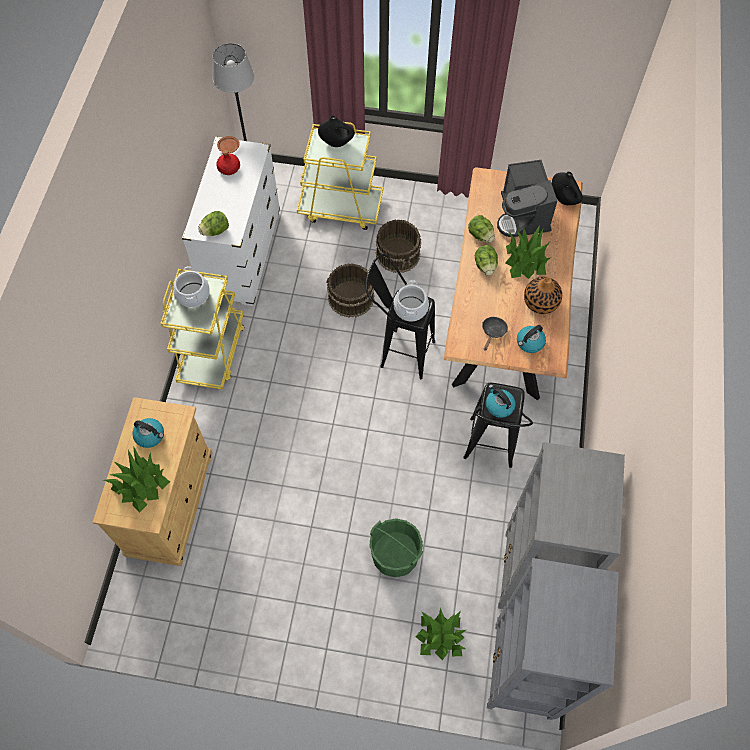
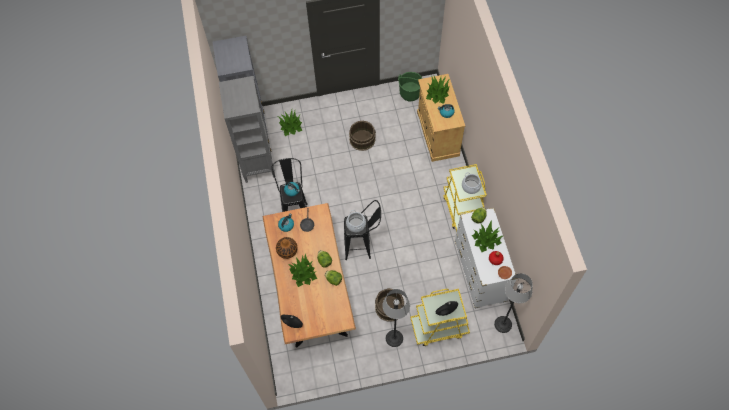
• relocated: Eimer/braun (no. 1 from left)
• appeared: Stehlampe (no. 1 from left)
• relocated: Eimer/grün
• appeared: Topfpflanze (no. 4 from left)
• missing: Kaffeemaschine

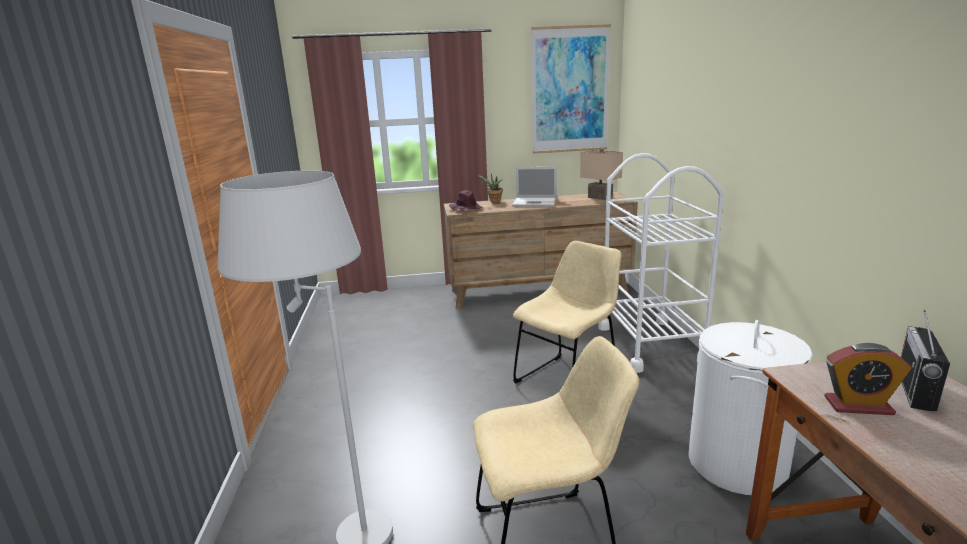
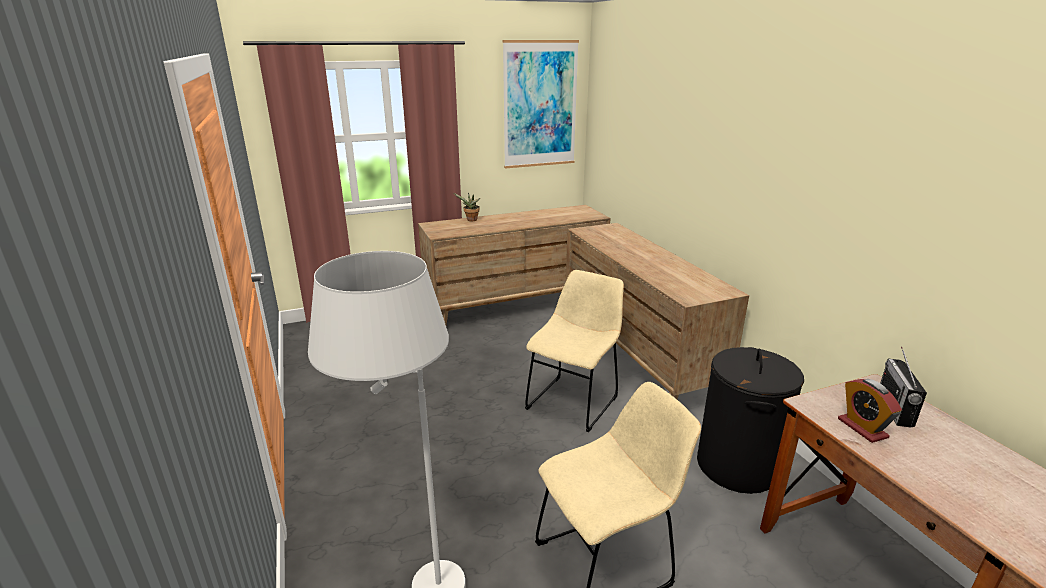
• exchanged: Rollwagen/weiß to Kommode/braun (no. 2 from left)
• colour: Wäschekorb/weiß to Wäschekorb/schwarz
• spun: Wecker 75 degrees clockwise
• missing: Hut/lila
• missing: Laptop
• missing: Tischlampe/beige

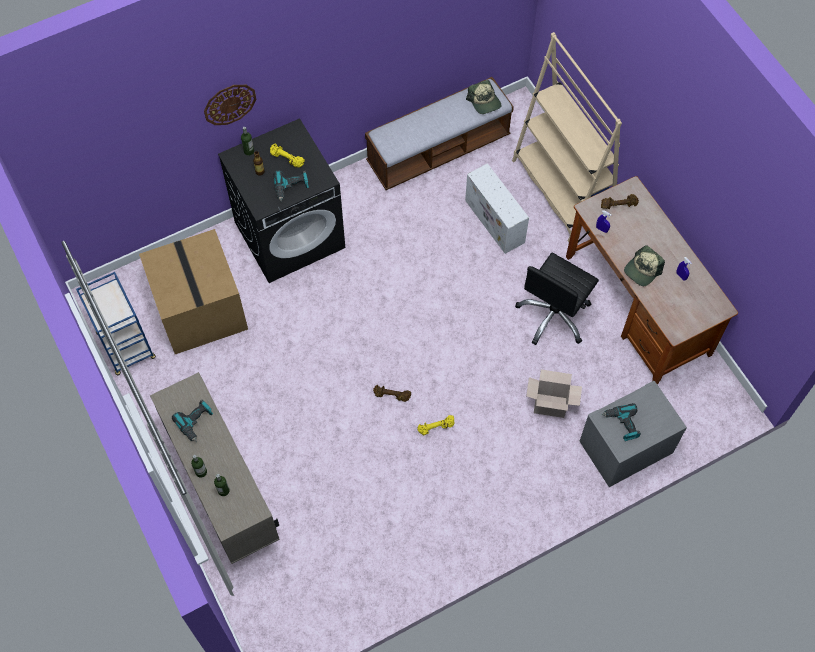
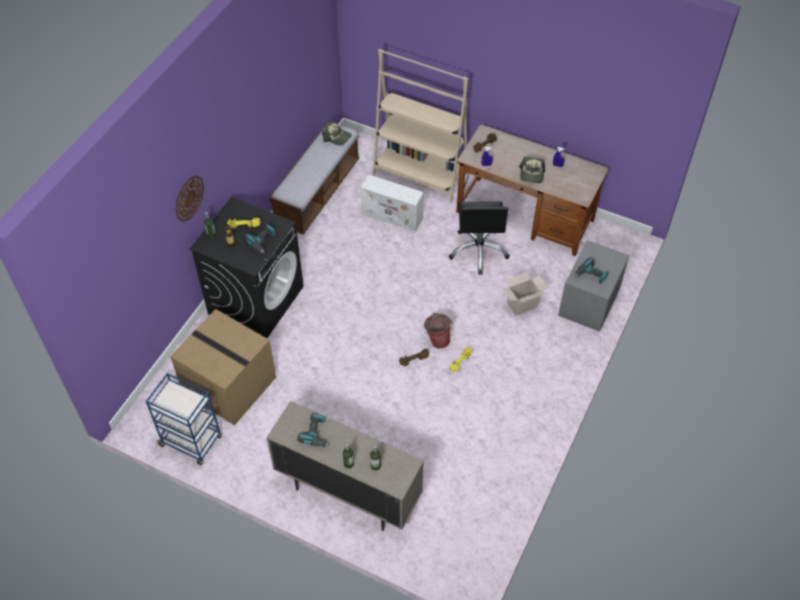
• appeared: Eimer

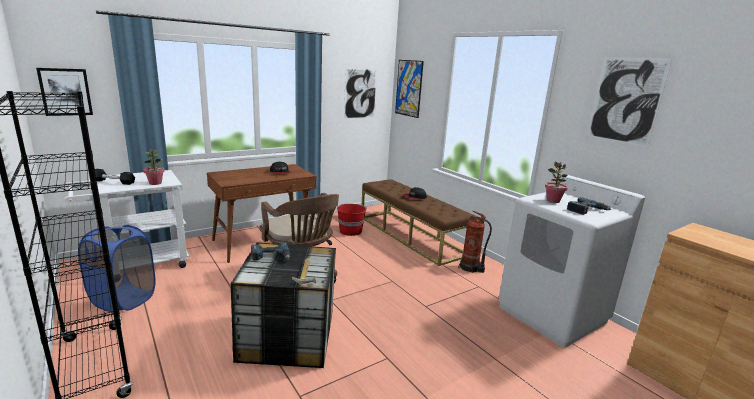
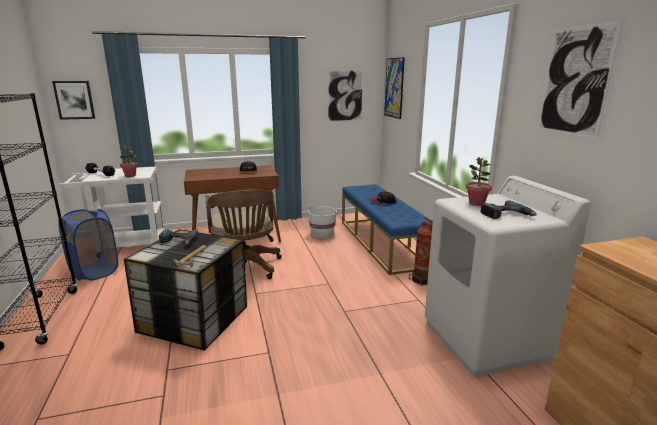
• colour: Eimer/rot to Eimer/weiß
• colour: Bank/braun to Bank/blau

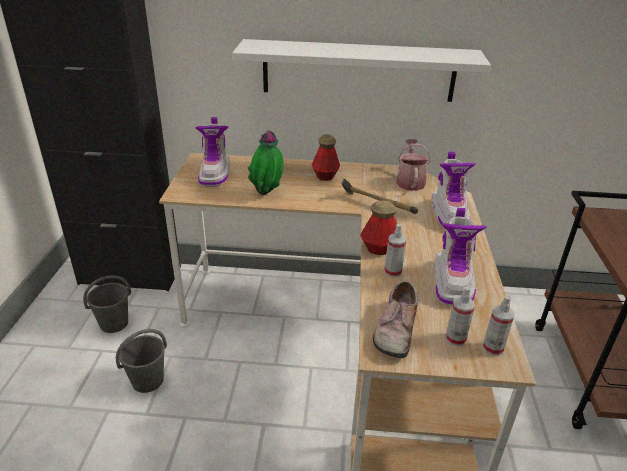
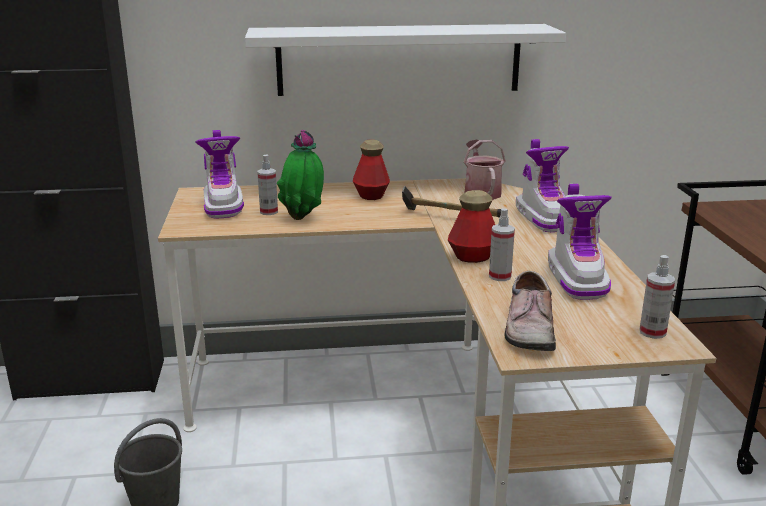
• relocated: Sprühflasche (no. 2 from left in the first image) to Sprühflasche (no. 1 from left)
• missing: Eimer/grau (no. 1 from left)

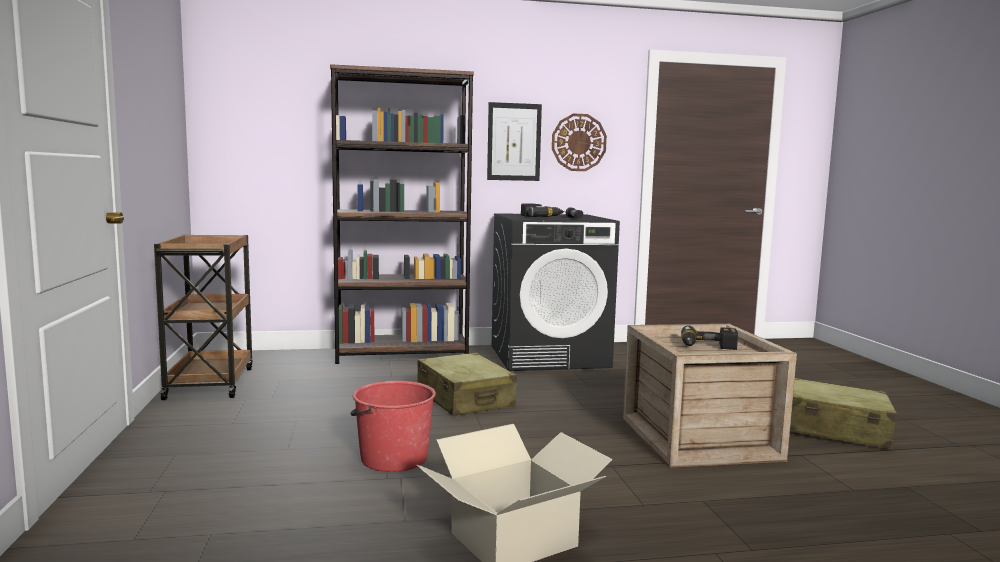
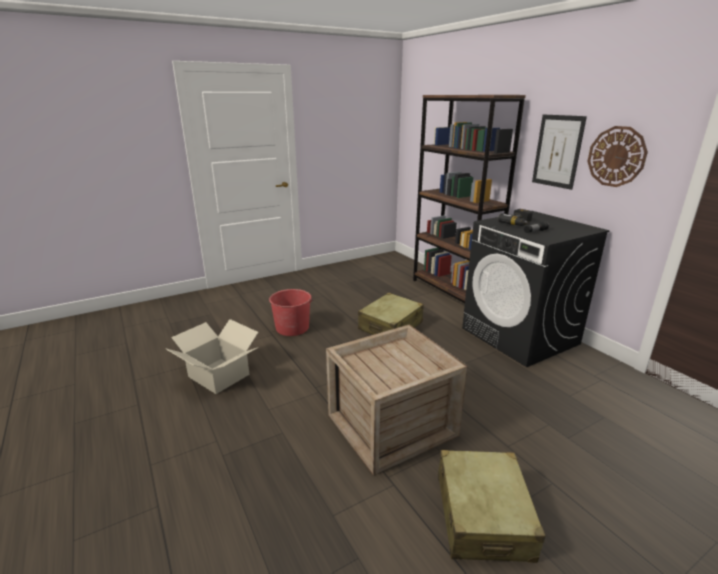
• missing: Rollwagen/braun
• missing: Bohrmaschine (no. 2 from left)

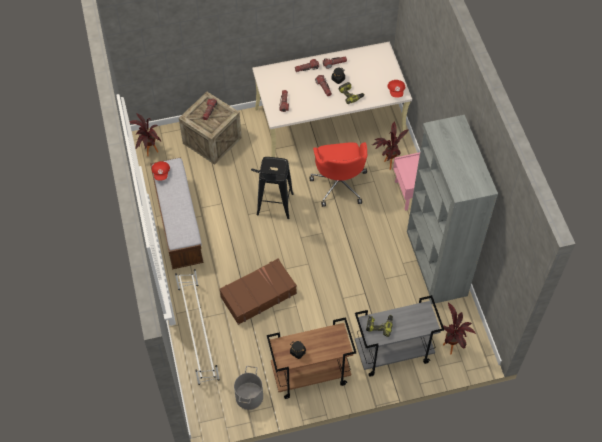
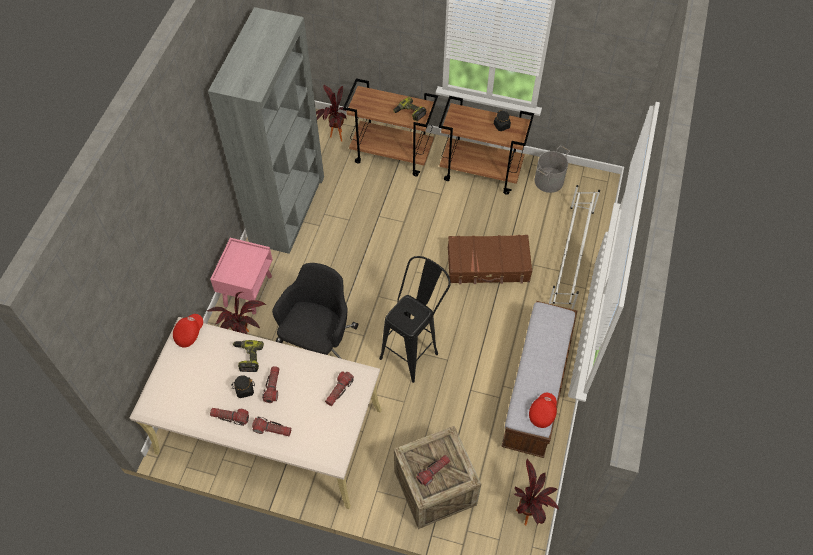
• colour: Bürostuhl/rot to Bürostuhl/schwarz
• colour: Rollwagen/grau to Rollwagen/braun (no. 1 from left)

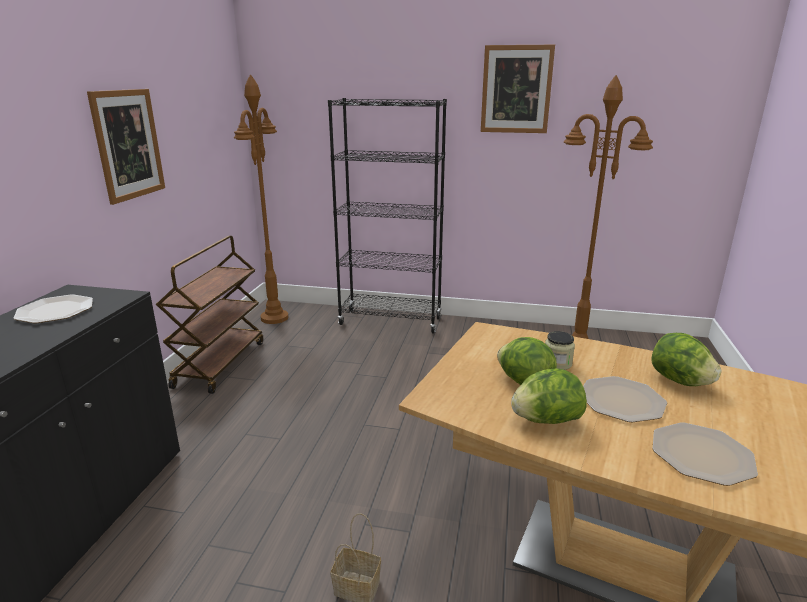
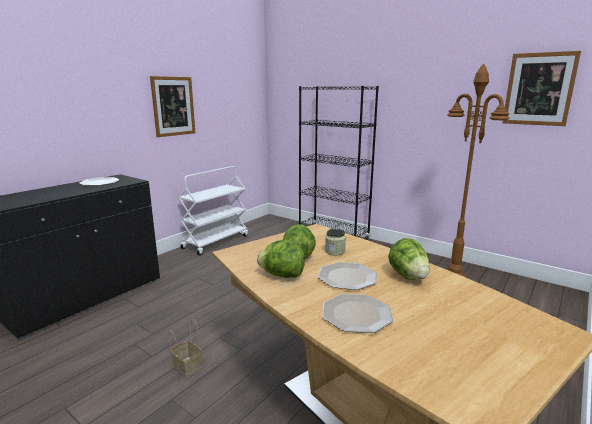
• colour: Rollwagen/braun to Rollwagen/weiß
• relocated: Bild (no. 2 from left)
• missing: Stehlampe/braun (no. 1 from left)

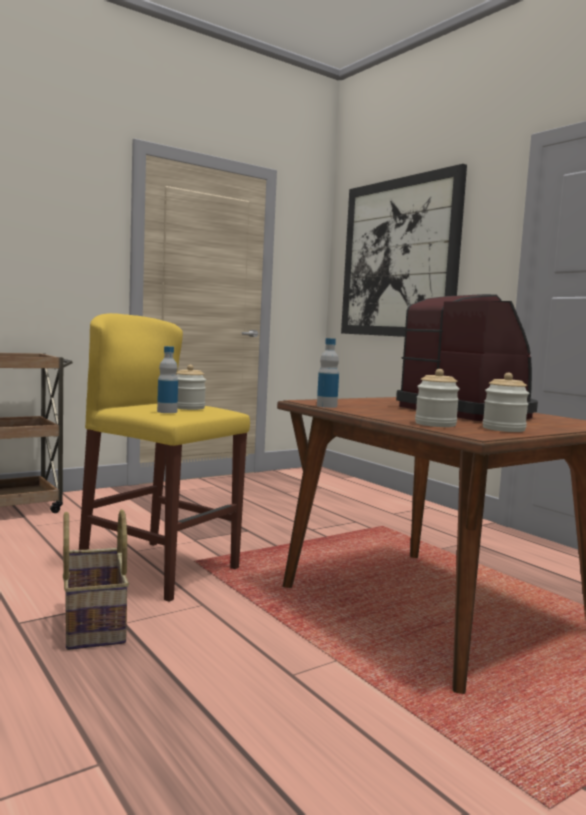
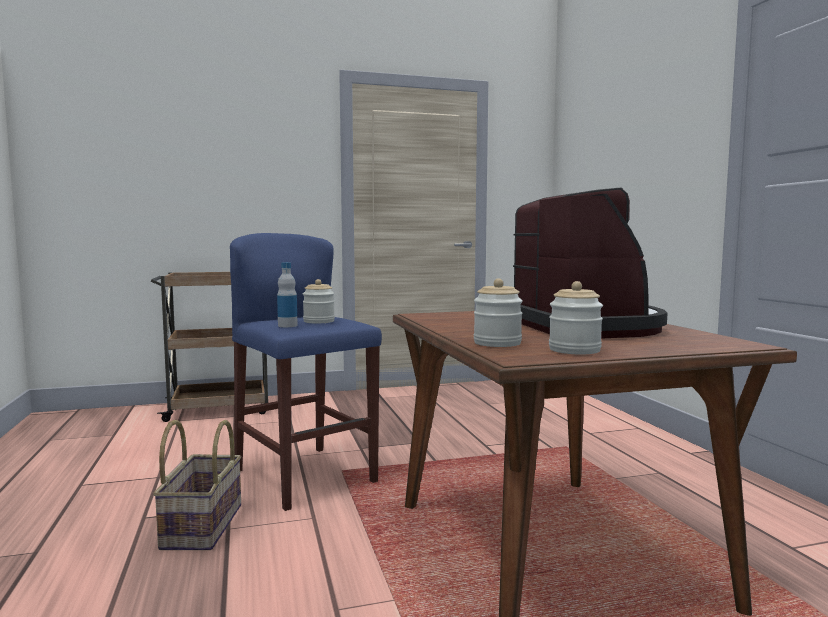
• colour: Hocker/gelb to Hocker/blau
• missing: Flasche (no. 2 from left)
• missing: Bild

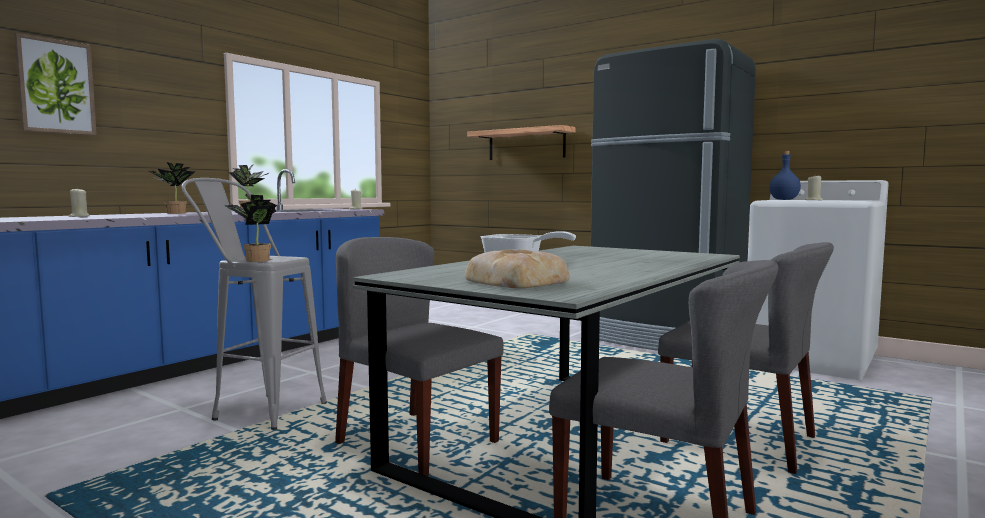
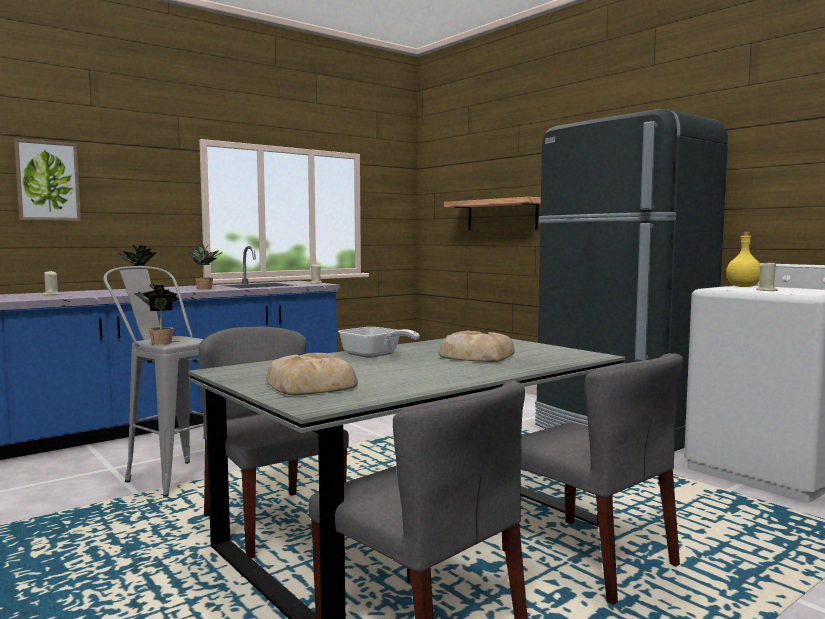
• appeared: Brot (no. 2 from left)
• colour: Flasche/blau to Flasche/gelb

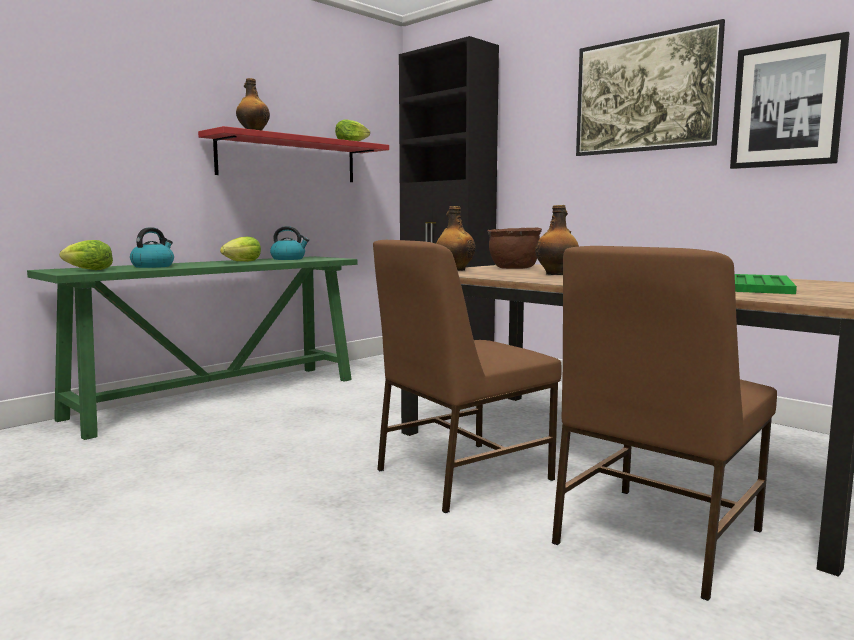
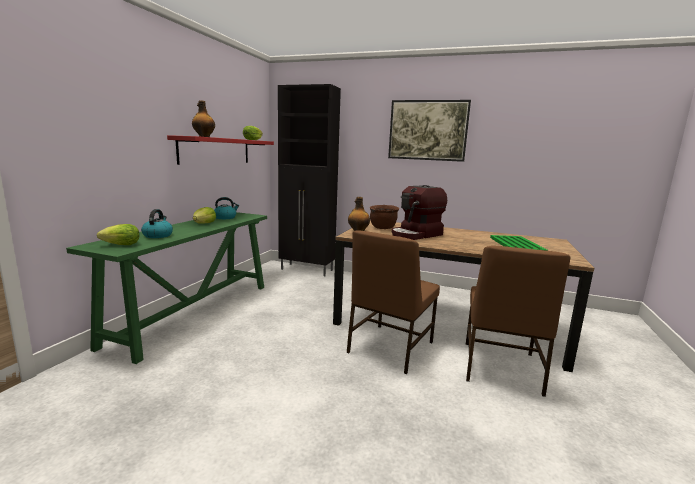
• exchanged: Flasche (no. 3 from left) to Kaffeemaschine
• missing: Bild (no. 2 from left)

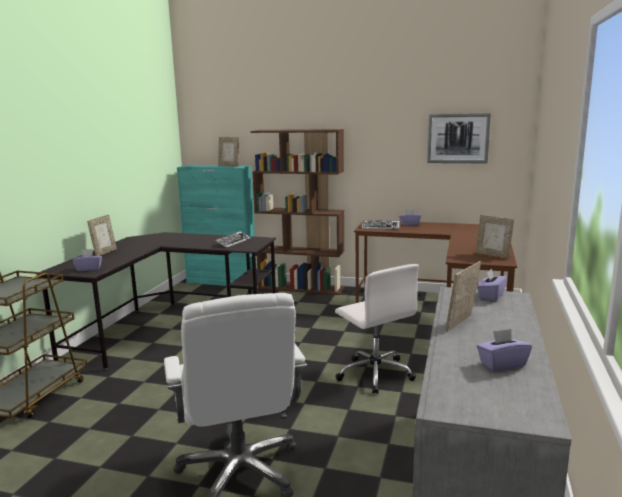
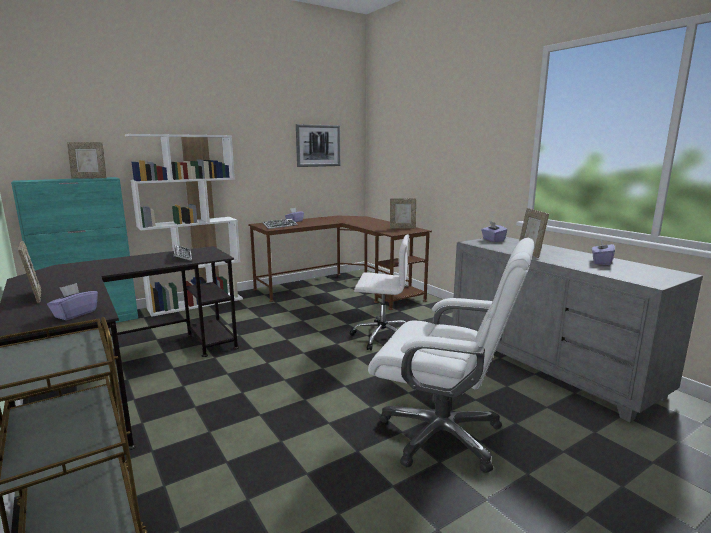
• colour: Bücherregal/braun to Bücherregal/weiß

